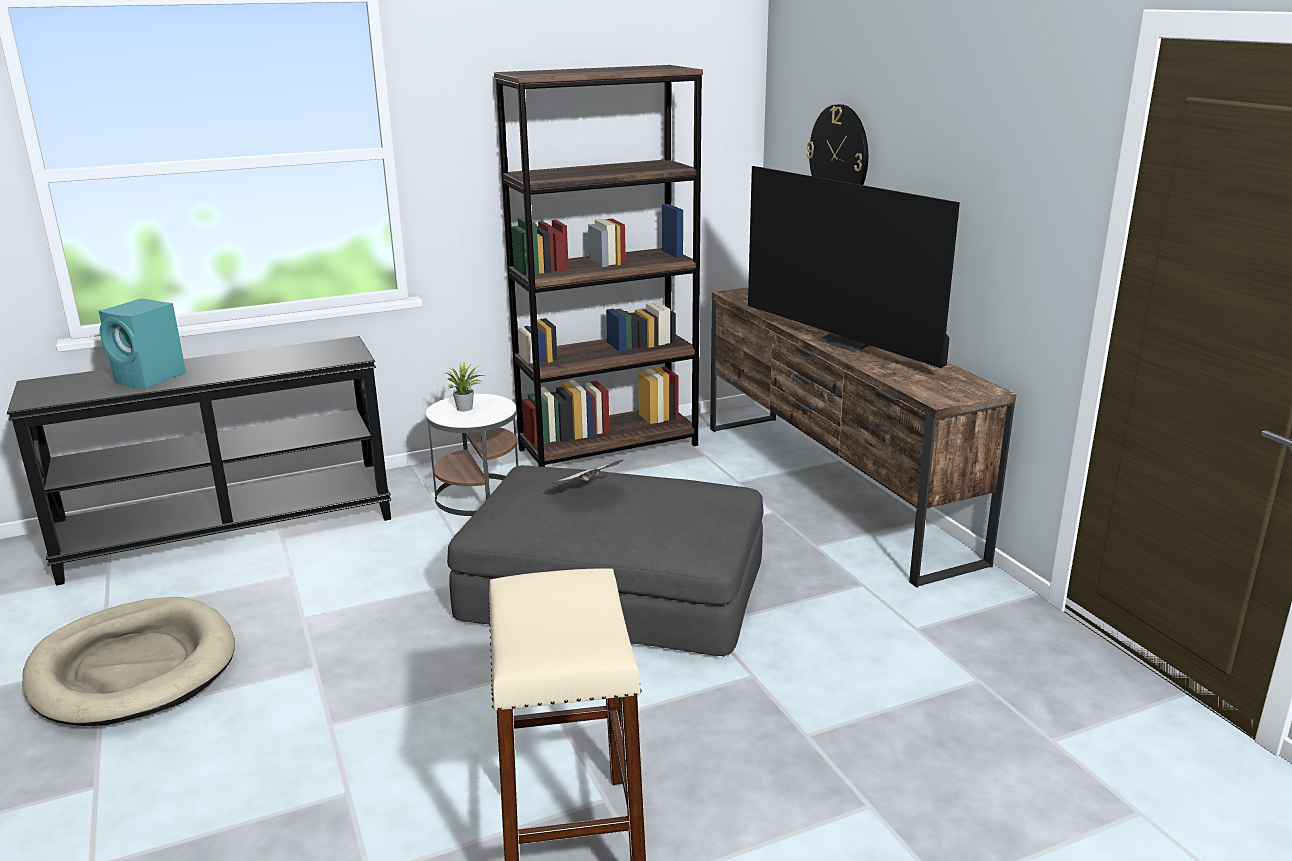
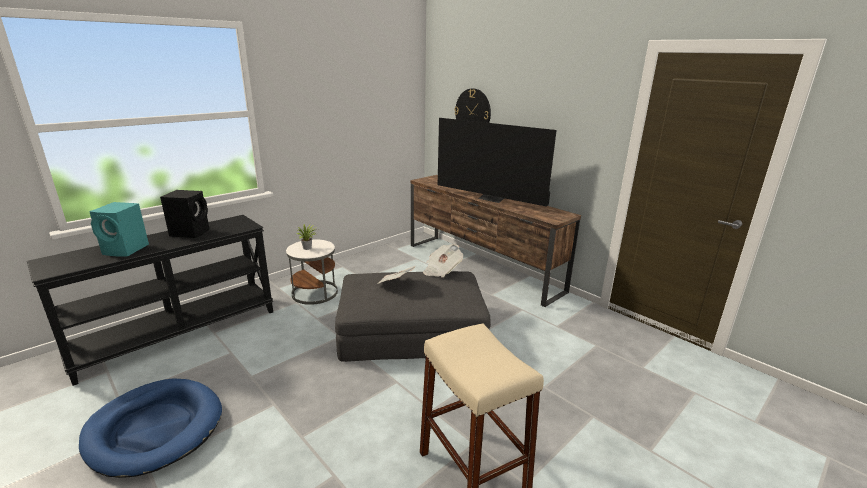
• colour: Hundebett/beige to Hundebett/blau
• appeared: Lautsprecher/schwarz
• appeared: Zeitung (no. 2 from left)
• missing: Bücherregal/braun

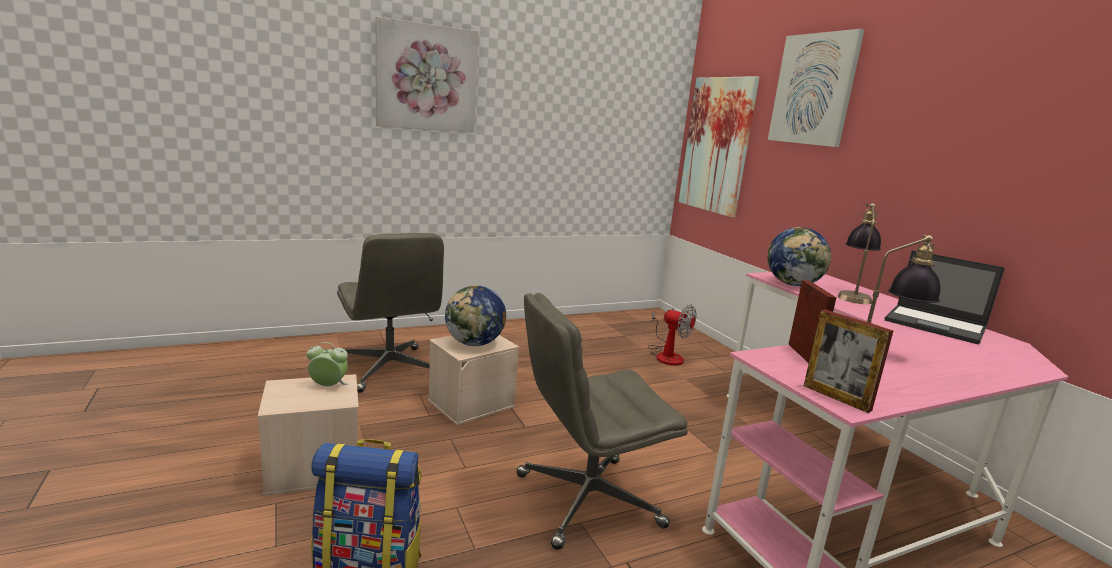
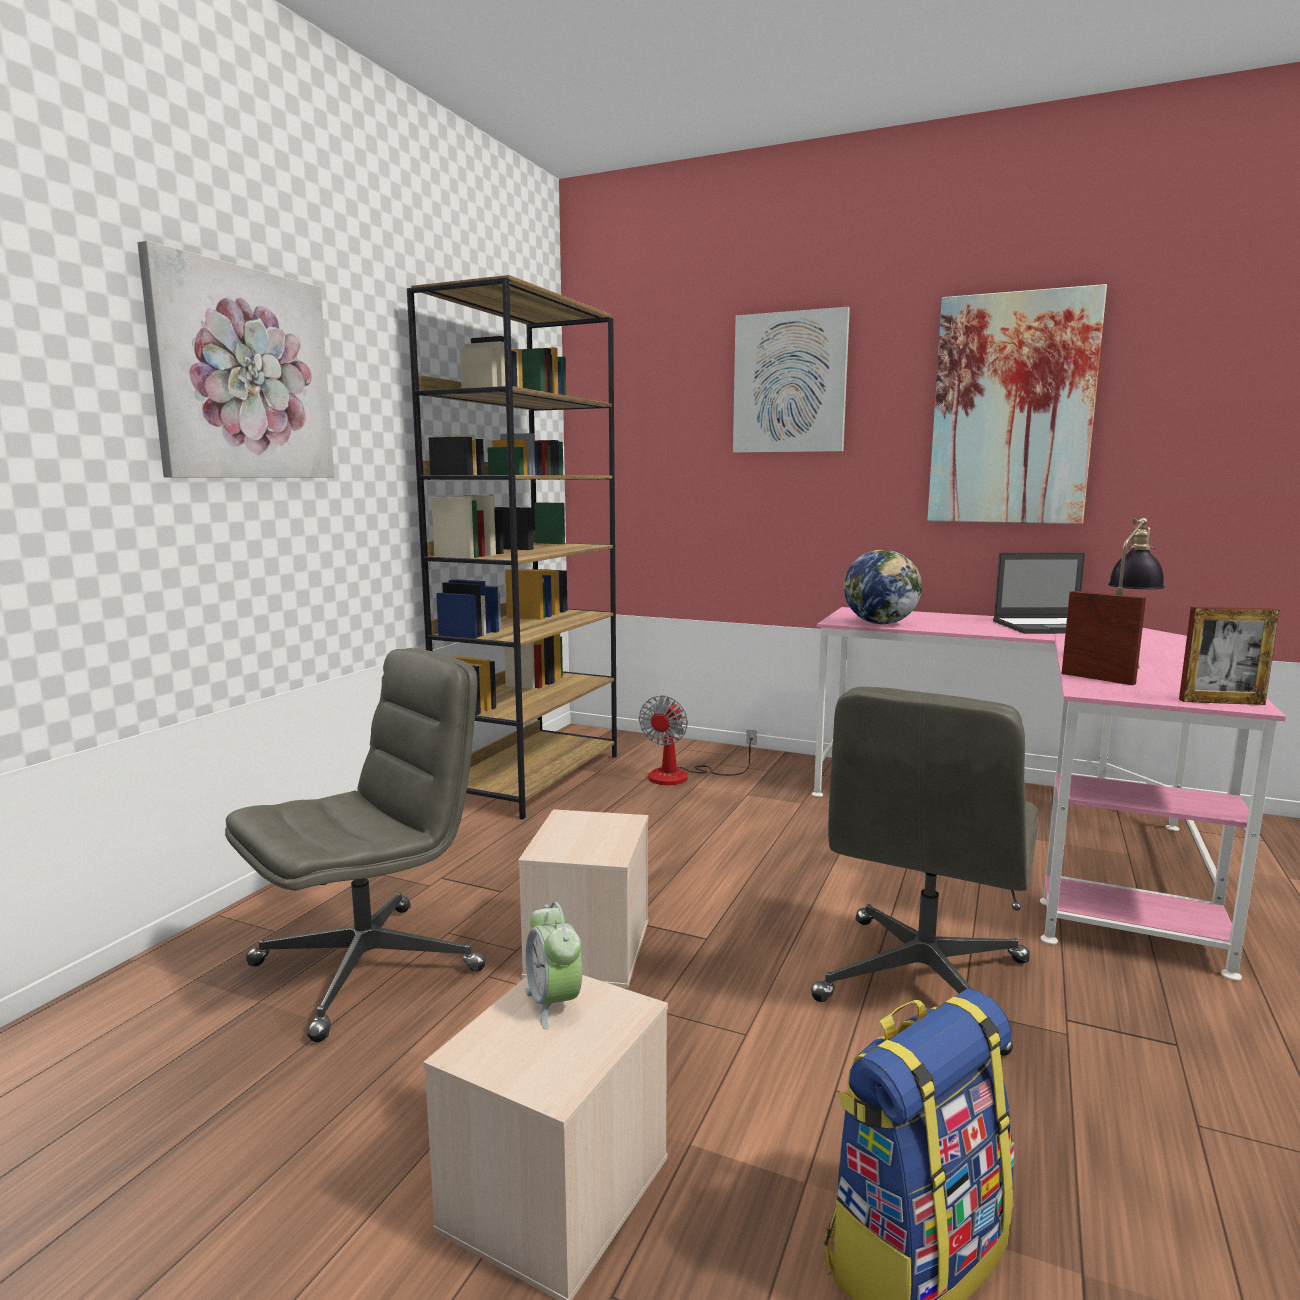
• spun: Bürostuhl/grau (no. 1 from left) 60 degrees counterclockwise
• appeared: Bücherregal/braun
• spun: Wecker 75 degrees counterclockwise
• spun: Ventilator 120 degrees clockwise
• relocated: Bild (no. 2 from left in the first image) to Bild (no. 3 from left)
• missing: Globus (no. 1 from left)
• missing: Tischlampe (no. 1 from left)

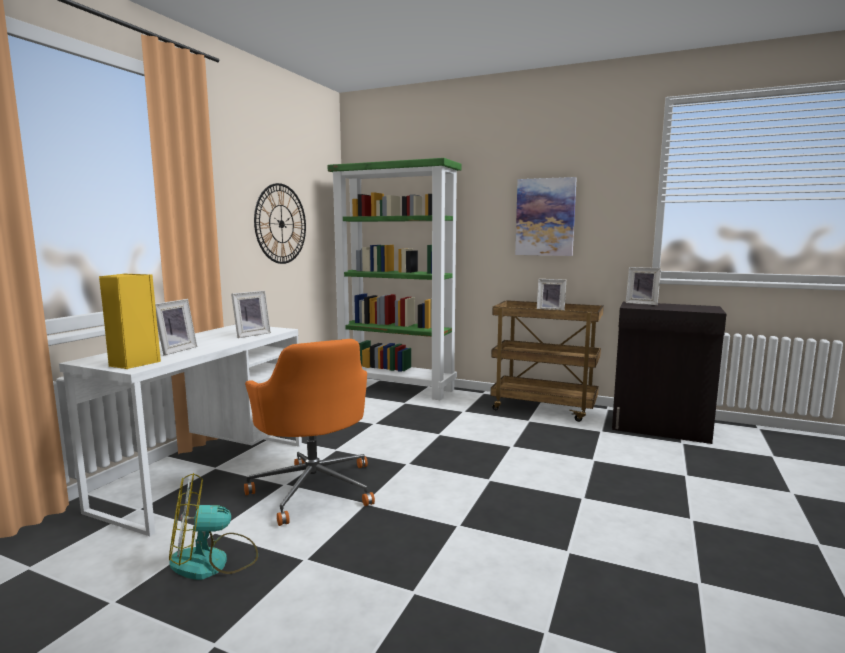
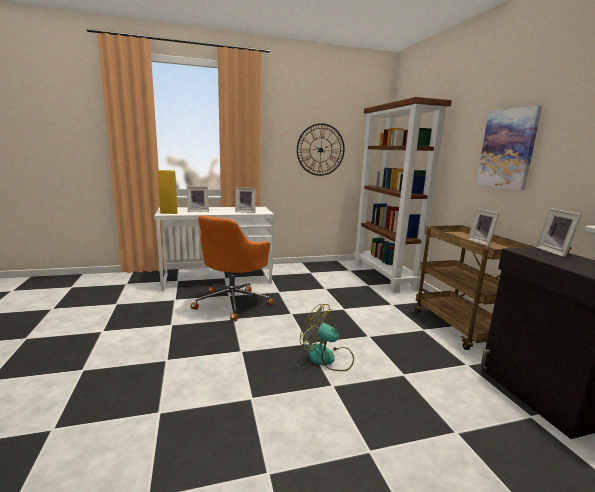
• relocated: Ventilator
• colour: Bücherregal/grün to Bücherregal/braun

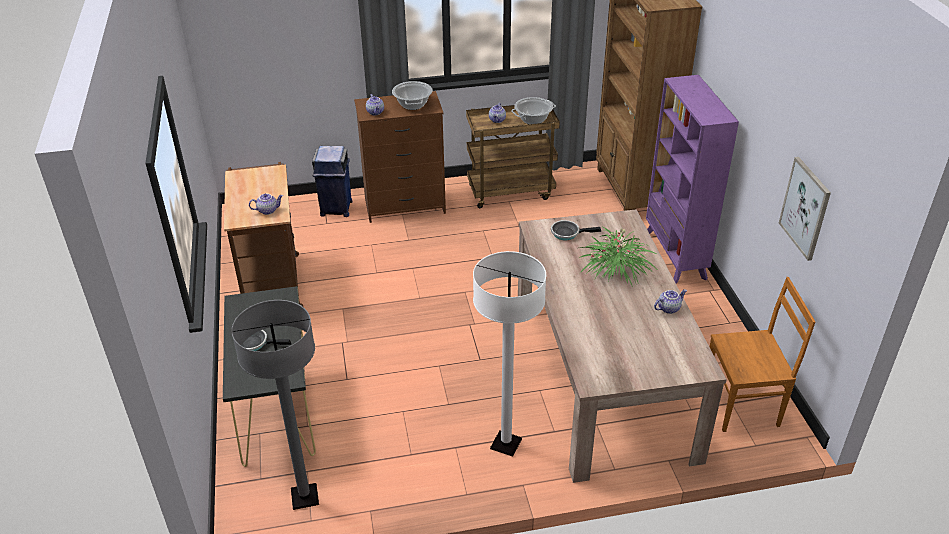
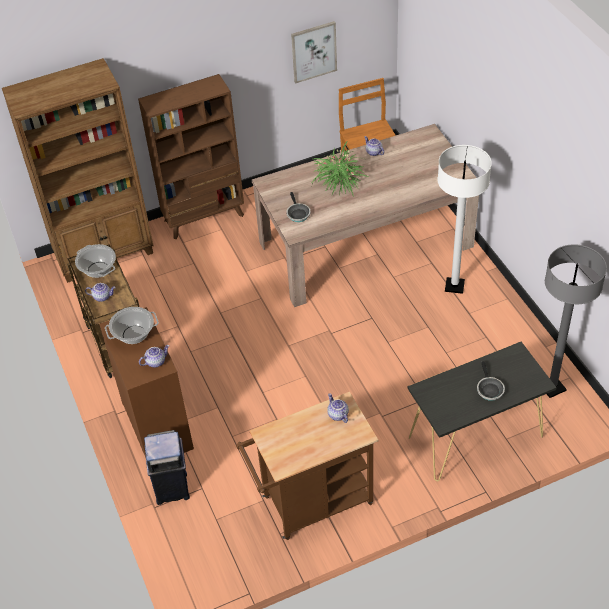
• colour: Bücherregal/lila to Bücherregal/braun (no. 2 from left)

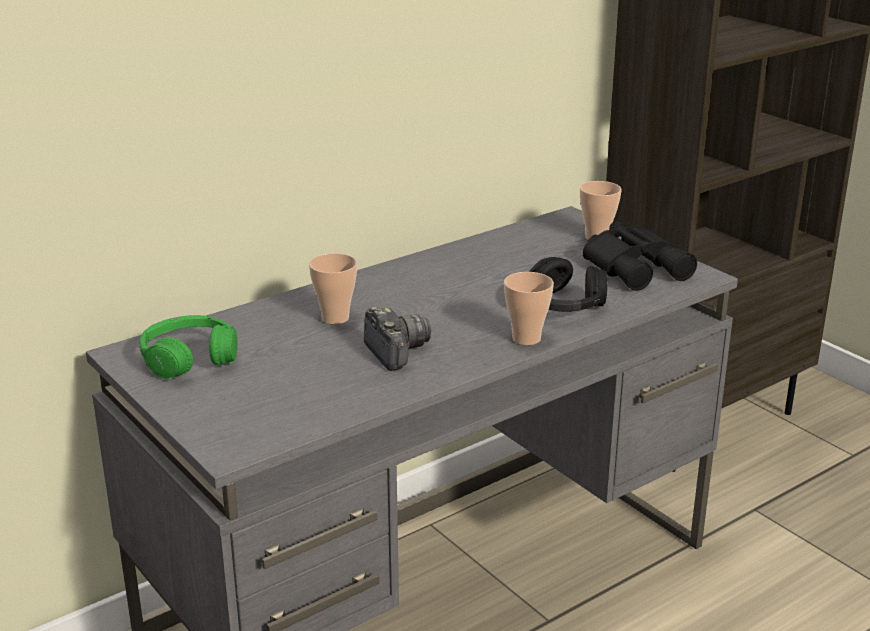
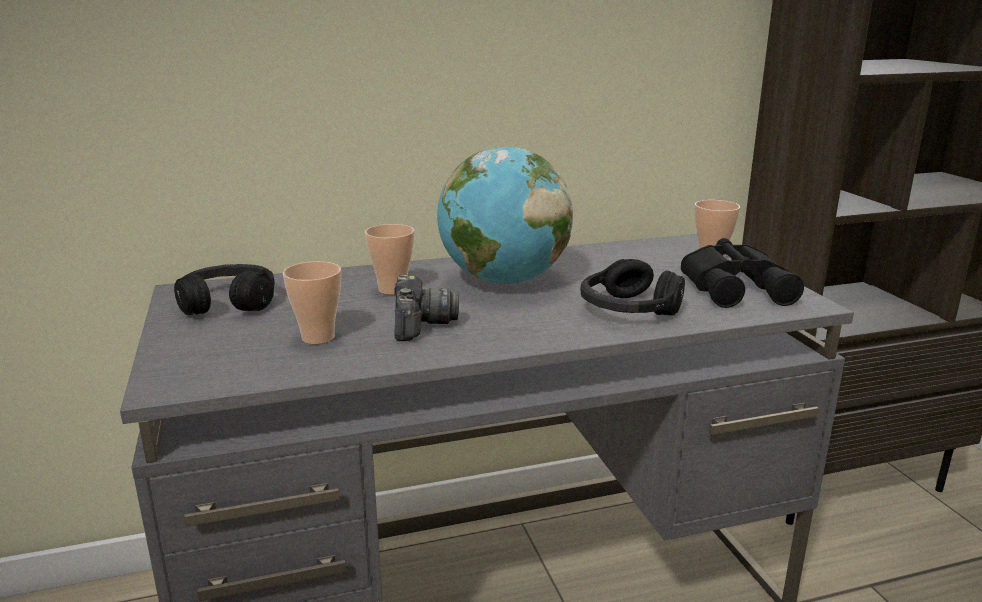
• colour: Kopfhörer/grün to Kopfhörer/schwarz (no. 1 from left)
• relocated: Tasse (no. 2 from left in the first image) to Tasse (no. 1 from left)
• appeared: Globus

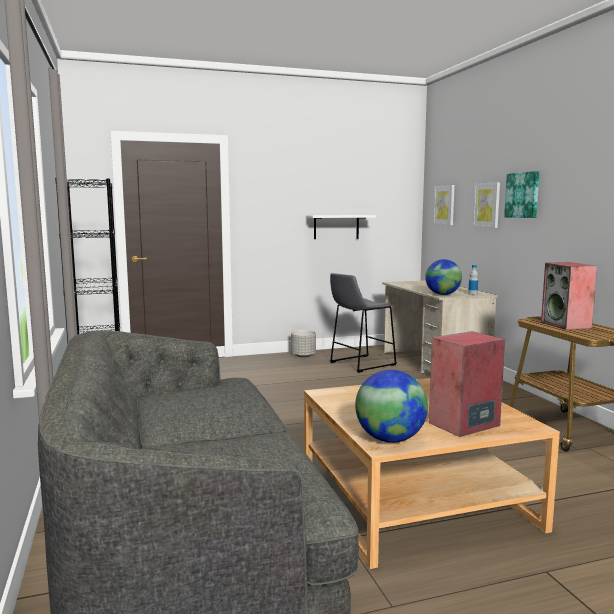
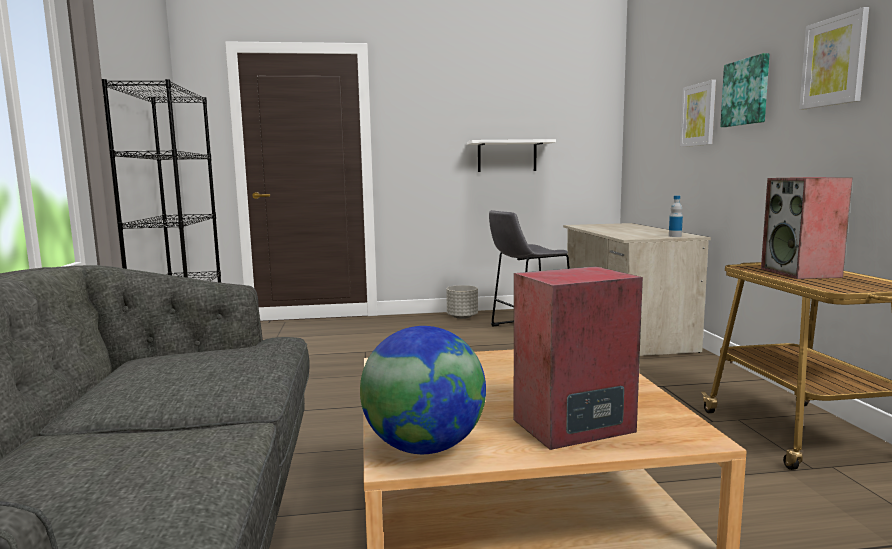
• relocated: Bild (no. 1 from left in the first image) to Bild (no. 3 from left)
• missing: Globus (no. 2 from left)

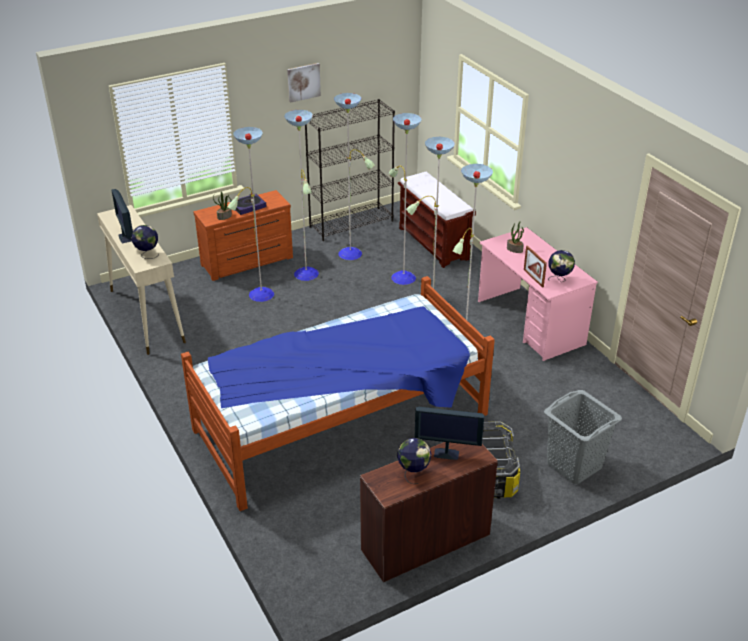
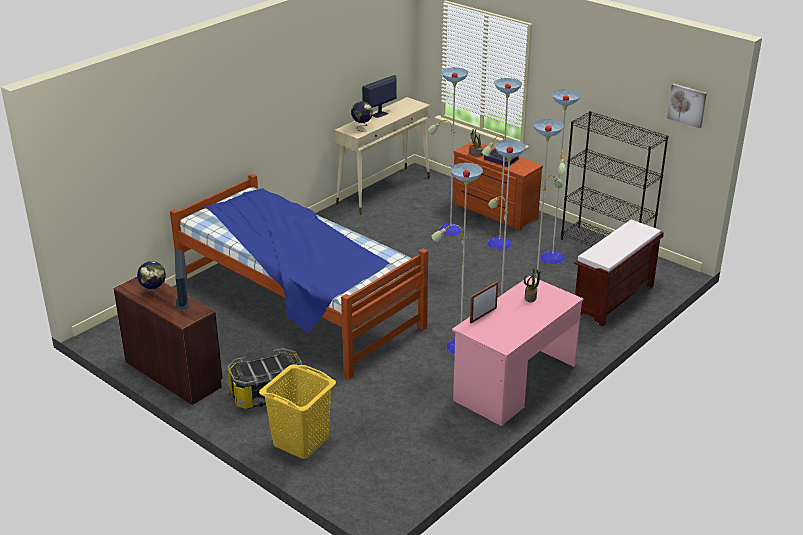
• colour: Wäschekorb/grau to Wäschekorb/gelb
• relocated: Bild
• missing: Globus (no. 3 from left)

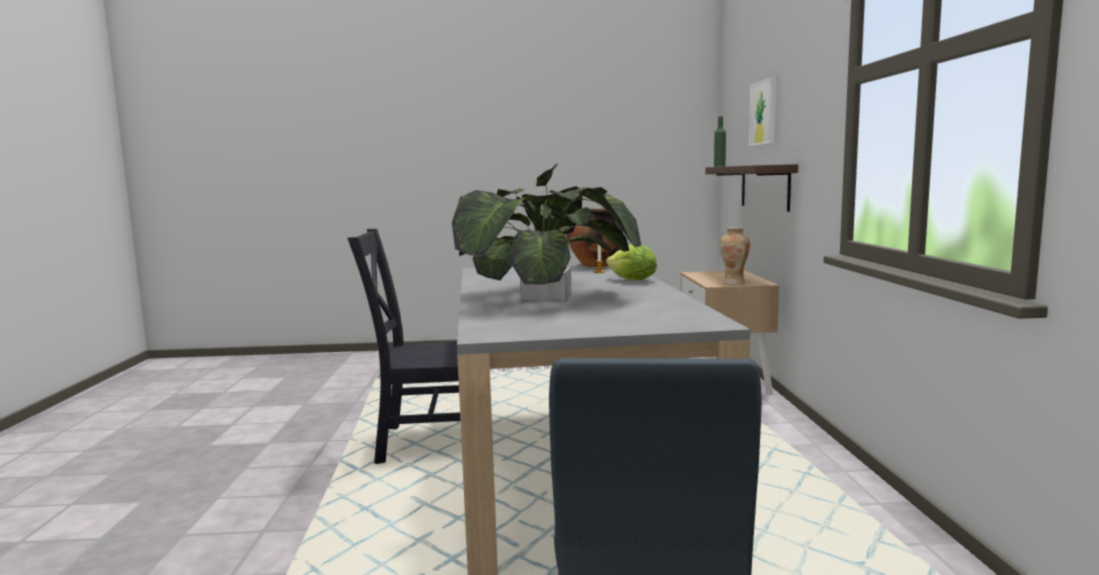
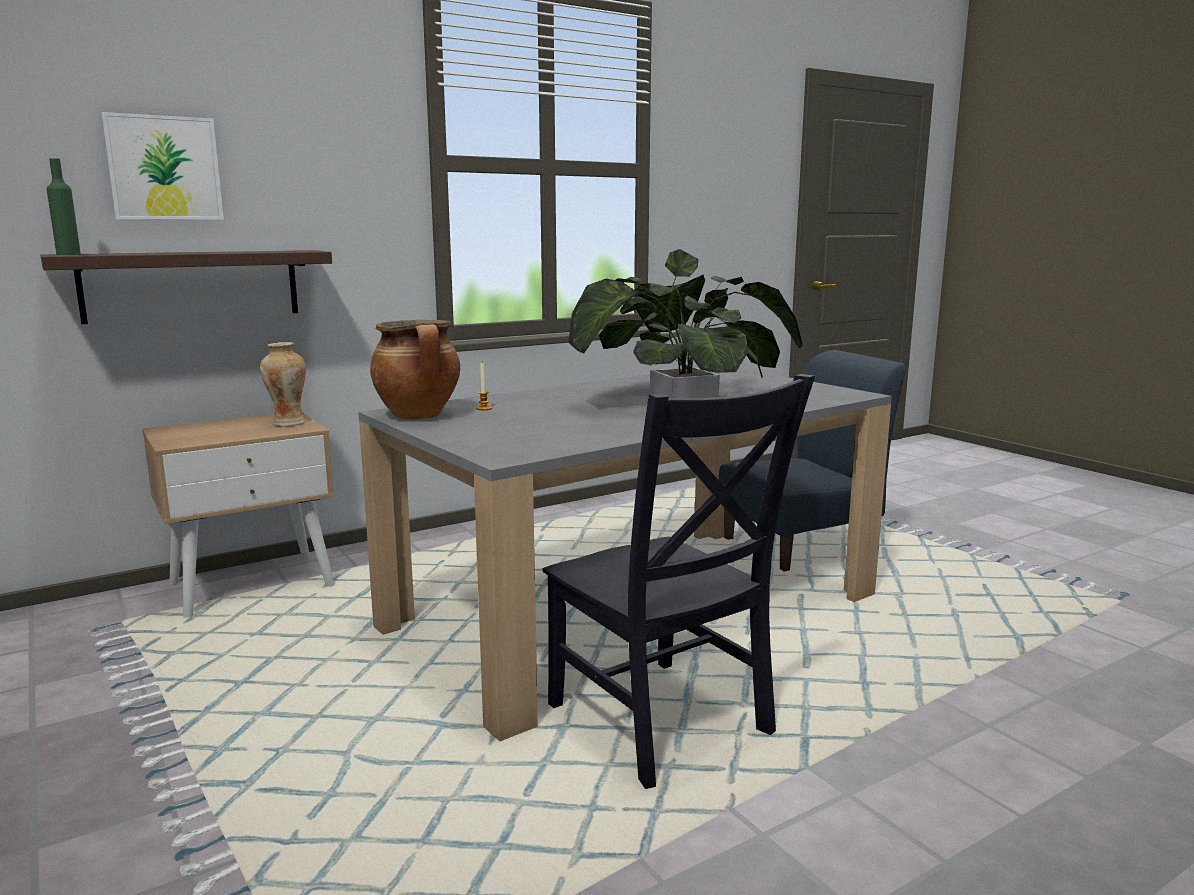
• missing: Salatkopf

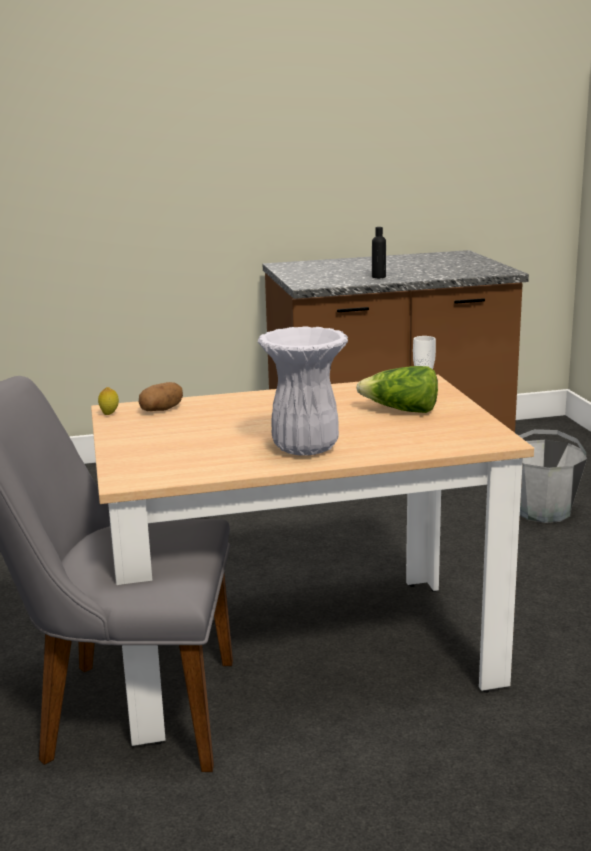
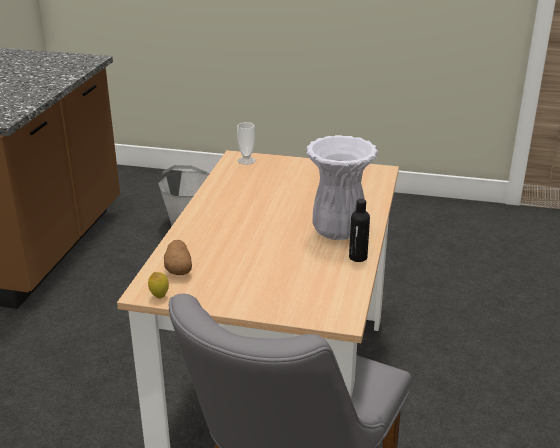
• relocated: Flasche/schwarz
• missing: Salatkopf

